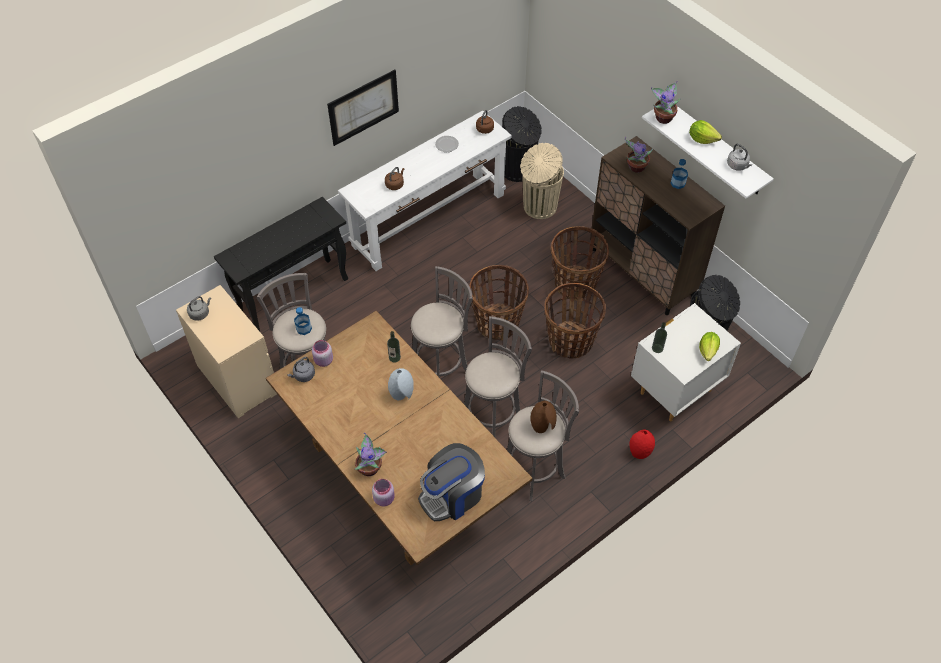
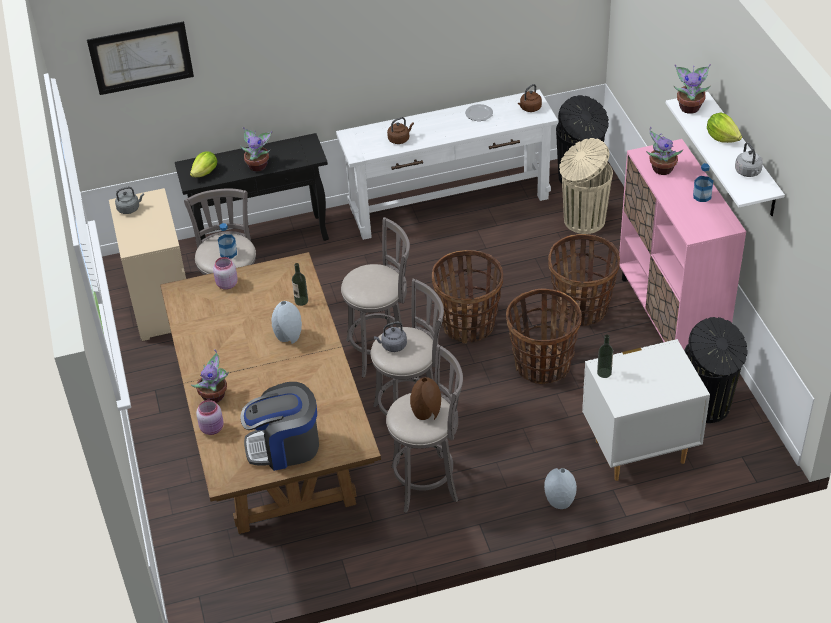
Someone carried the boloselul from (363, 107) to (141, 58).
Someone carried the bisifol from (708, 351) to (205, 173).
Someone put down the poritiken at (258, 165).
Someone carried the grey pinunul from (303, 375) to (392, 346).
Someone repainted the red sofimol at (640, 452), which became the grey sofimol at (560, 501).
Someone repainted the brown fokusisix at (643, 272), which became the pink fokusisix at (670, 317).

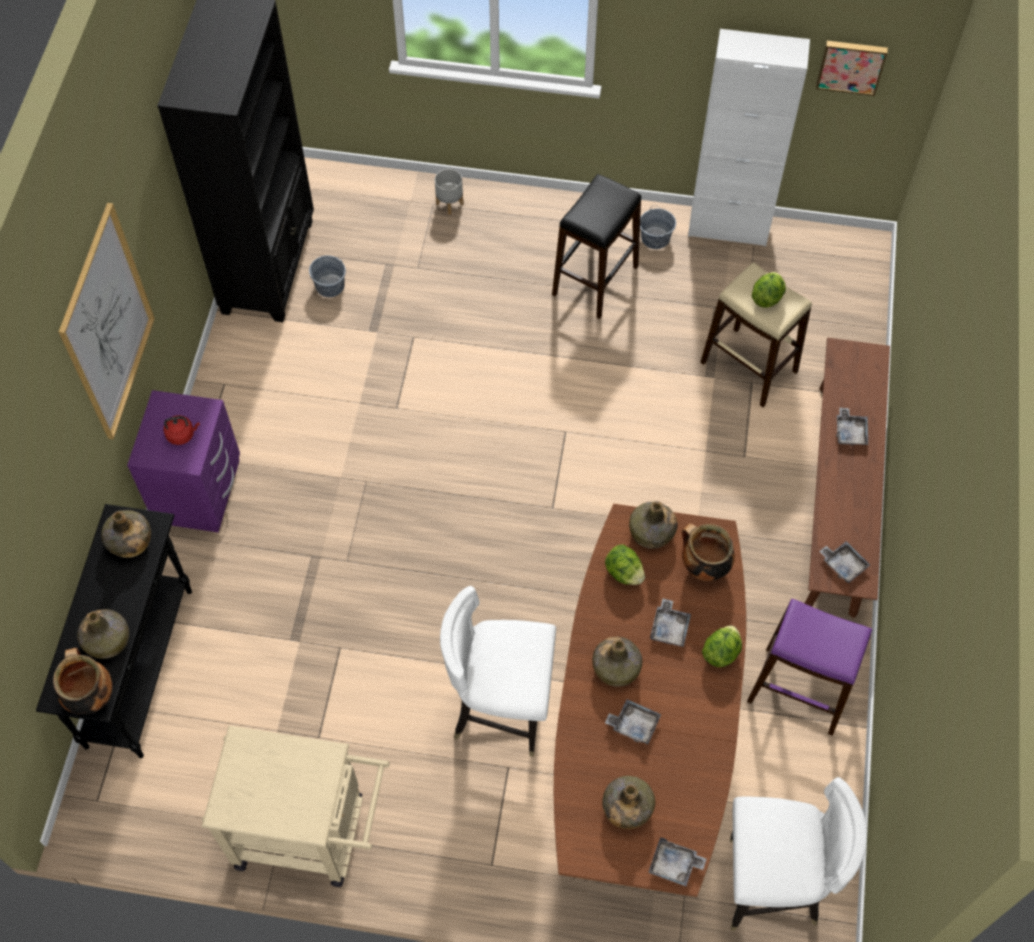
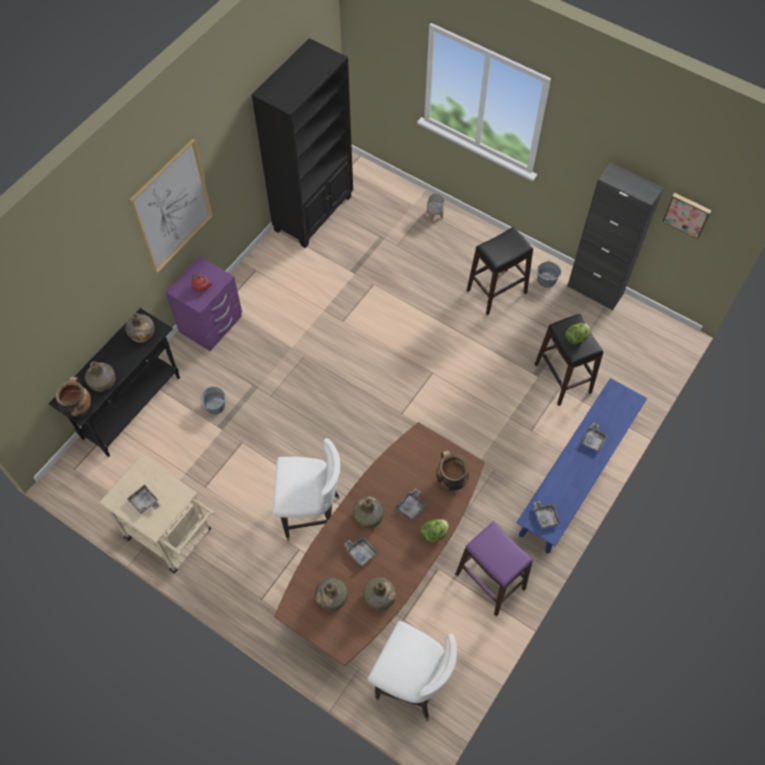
Someone carried the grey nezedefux from (674, 865) to (145, 502).
Someone carried the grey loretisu from (330, 286) to (215, 406).
Someone rotated the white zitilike at (501, 710) by 150 degrees clockwise.
Someone carried the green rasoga from (652, 533) to (379, 597).
Someone repainted the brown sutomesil at (837, 497), which became the blue sutomesil at (575, 478).
Someone repainted the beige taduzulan at (749, 367), which became the black taduzulan at (563, 379).
Someone repainted the white fokusisix at (728, 227), which became the black fokusisix at (595, 290).
Someone took away the bisifol at (624, 573).

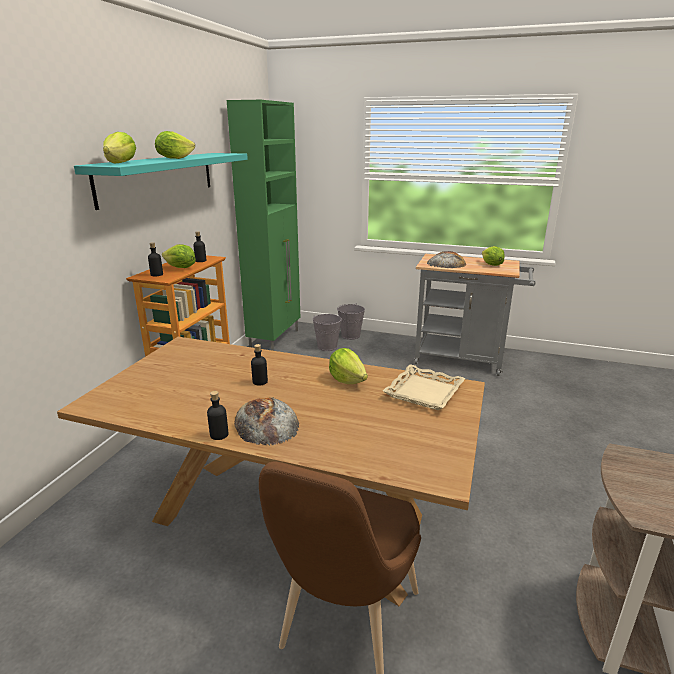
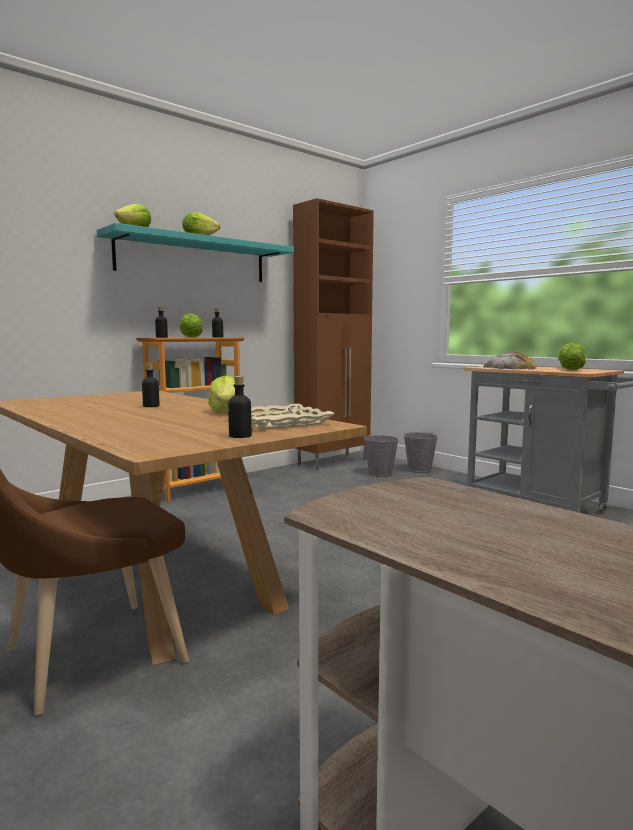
Someone carried the black rasoga from (219, 435) to (240, 436).
Someone repainted the green fokusisix at (275, 339), which became the brown fokusisix at (334, 462).
Someone took away the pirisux at (266, 423).

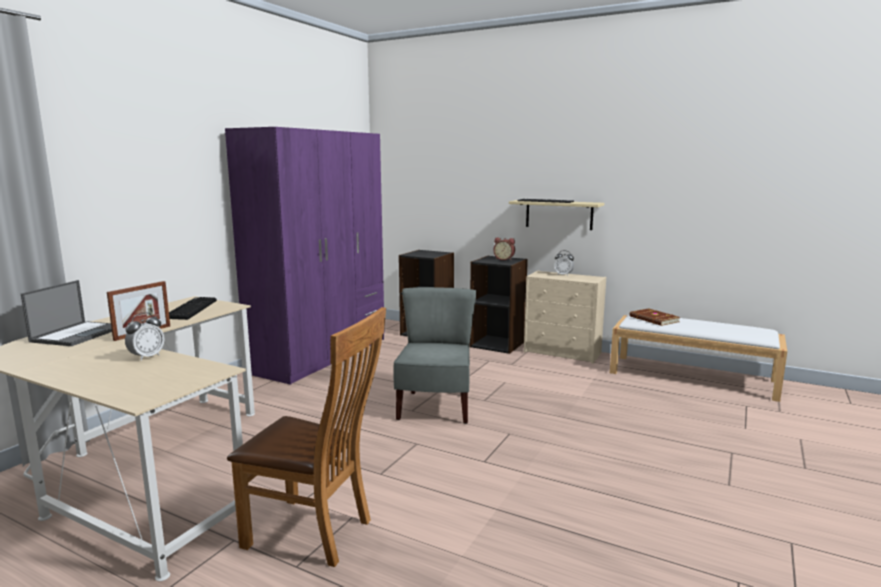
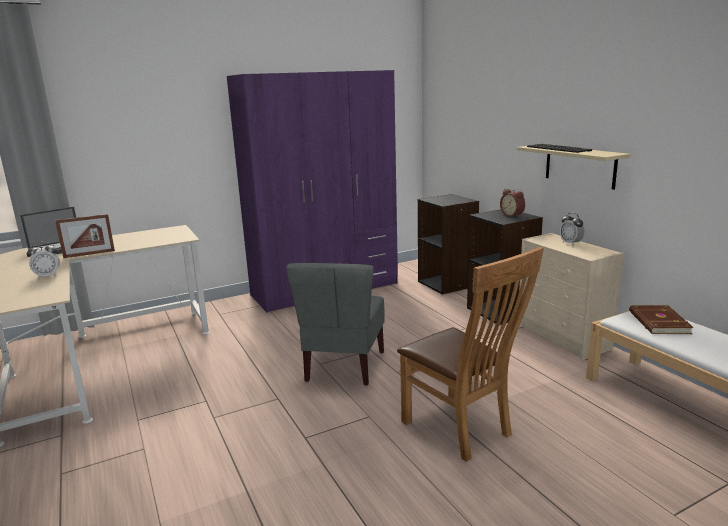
Someone rotated the grey zitilike at (435, 407) by 150 degrees clockwise.
Someone carried the brown zitilike from (315, 533) to (461, 430).
Someone took away the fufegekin at (190, 309).

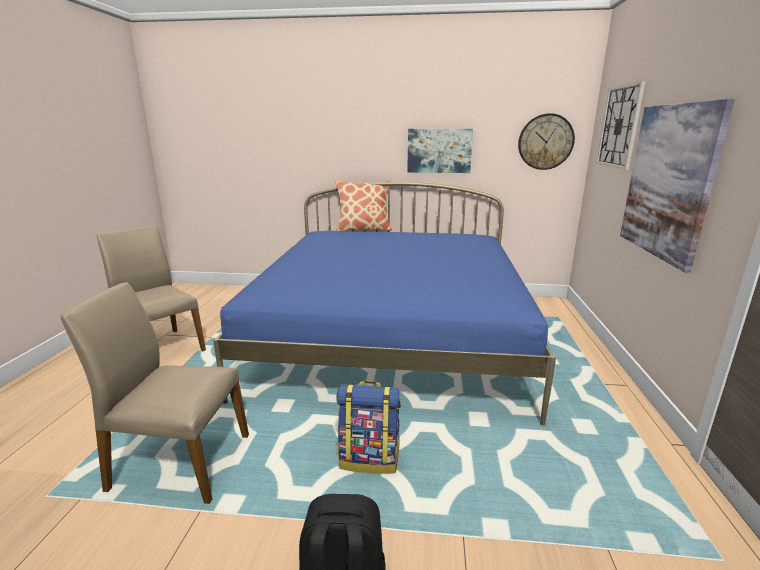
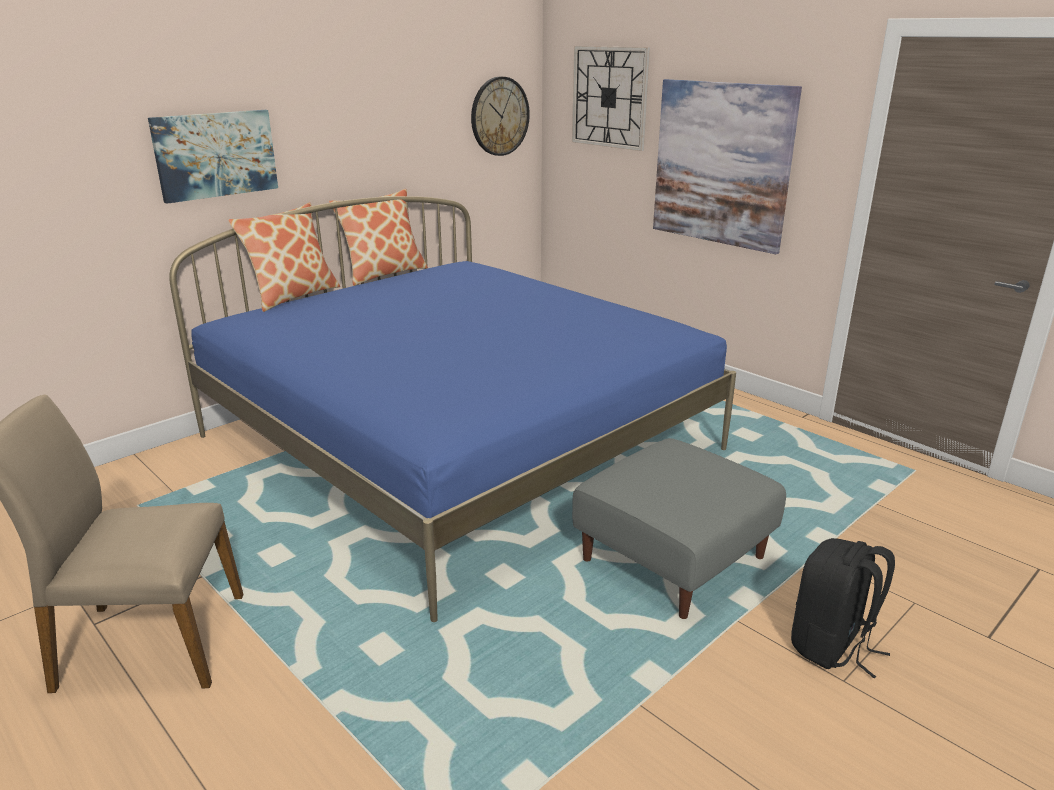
Someone carried the boloselul from (439, 150) to (215, 154).
Someone put down the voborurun at (383, 274).
Someone swapped the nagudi at (370, 459) for the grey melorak at (672, 558).
Someone took away the beige zitilike at (179, 463).

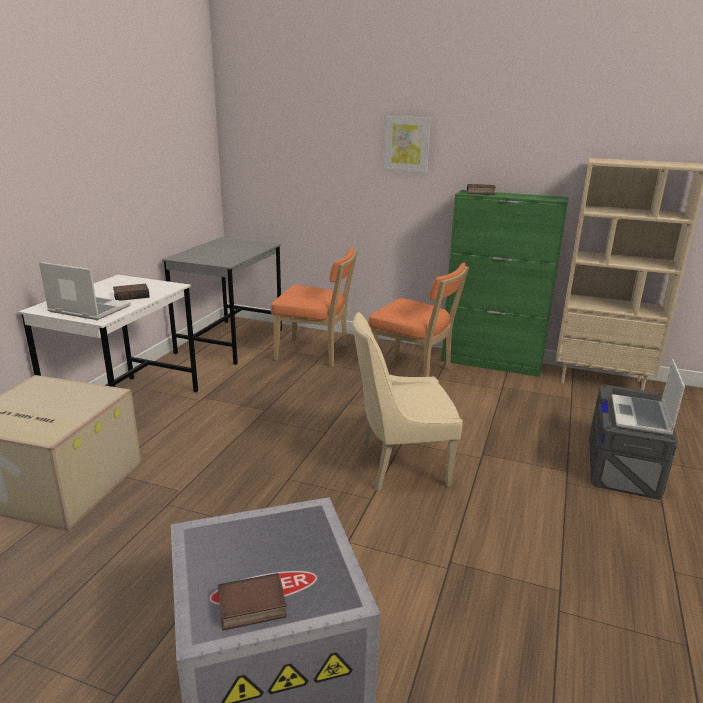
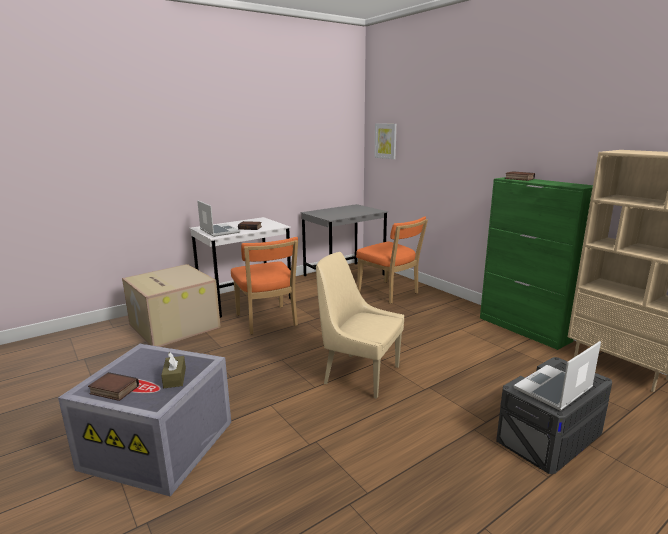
Someone put down the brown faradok at (174, 378).
Someone carried the orange zitilike from (413, 373) to (267, 321).
Someone carried the boloselul from (407, 144) to (386, 141).

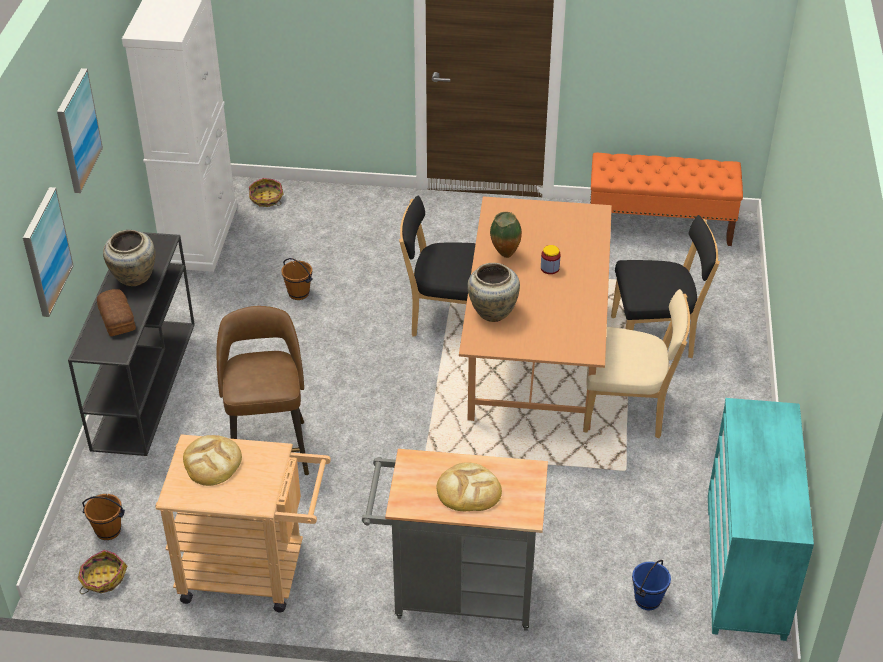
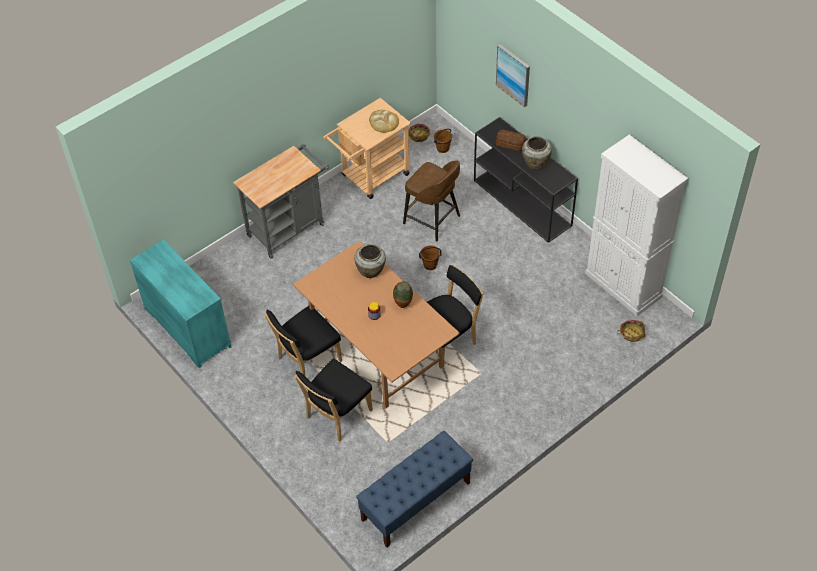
Someone repainted the beige zitilike at (628, 411), which became the black zitilike at (307, 361).
Someone repainted the orange sutomesil at (660, 225), which became the blue sutomesil at (415, 501).
Someone carried the brown loretisu from (298, 293) to (430, 265).
Someone took away the boloselul at (77, 130).
Someone took away the pirisux at (468, 490).
Someone took away the blue loretisu at (648, 600).

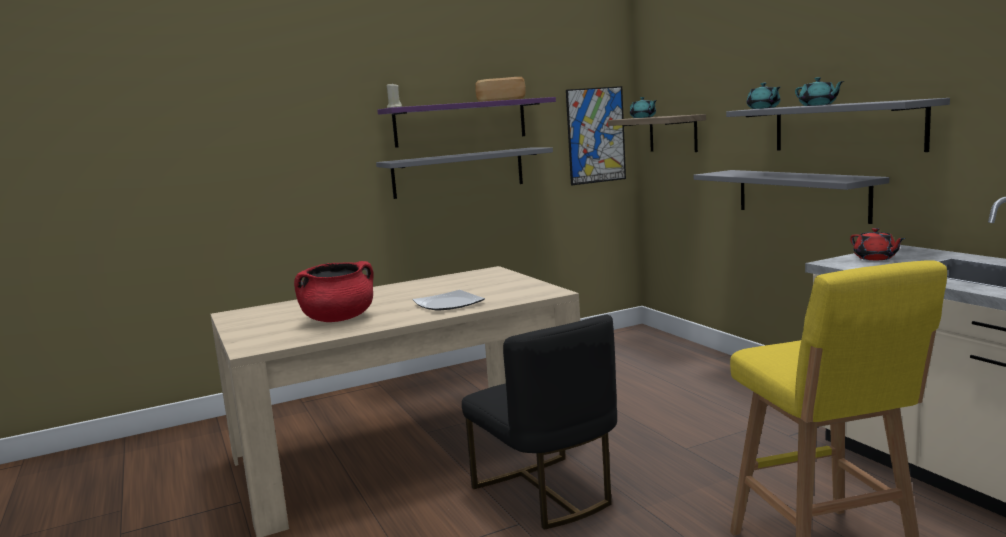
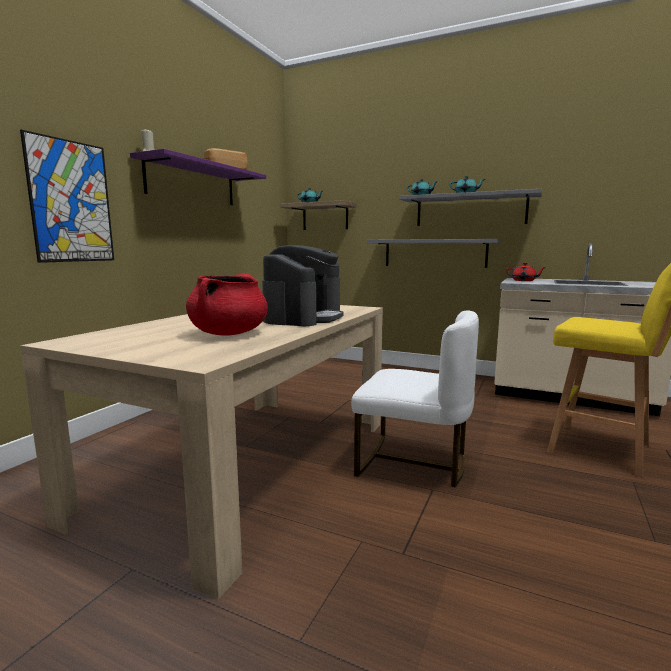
Someone carried the boloselul from (596, 135) to (71, 202).
Someone swapped the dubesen at (449, 303) for the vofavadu at (303, 318).
Someone repainted the black zitilike at (546, 493), which became the white zitilike at (413, 463).
Someone took away the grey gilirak at (458, 172).

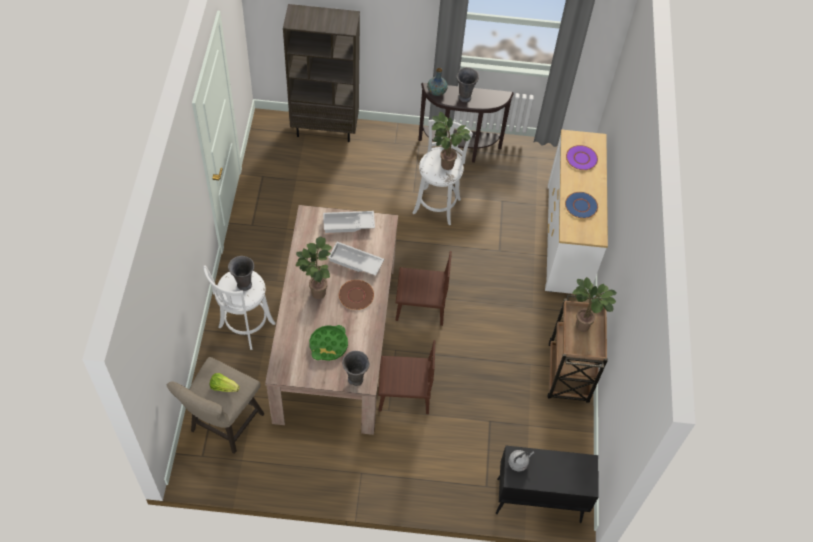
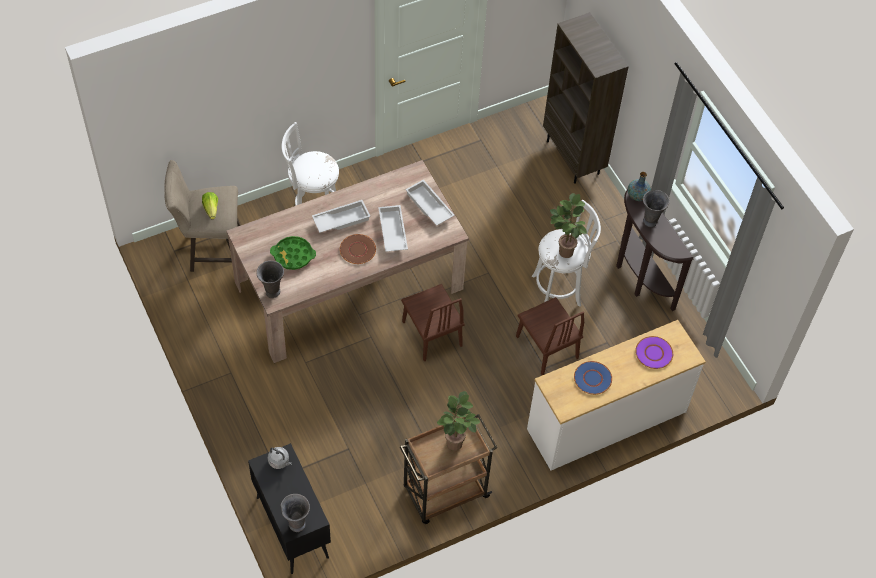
Someone carried the grey sofimol from (243, 285) to (296, 523).
Someone swapped the poritiken at (316, 291) for the white nezedefux at (341, 219).
Someone carried the brown zitilike from (404, 394) to (546, 347).

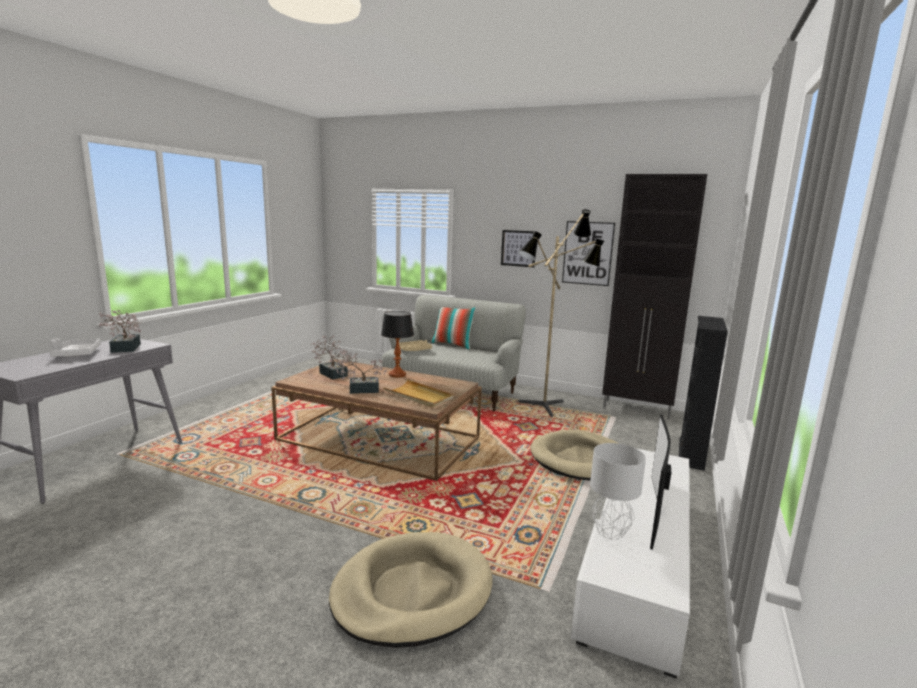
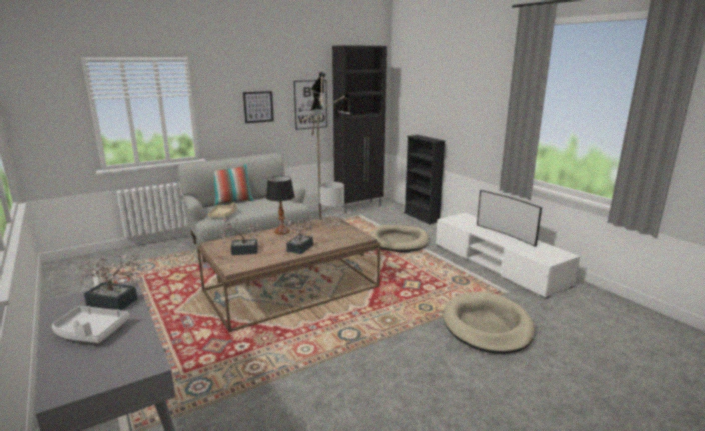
Someone carried the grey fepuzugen from (610, 531) to (332, 225).
Someone took away the beige nezedefux at (418, 396).

